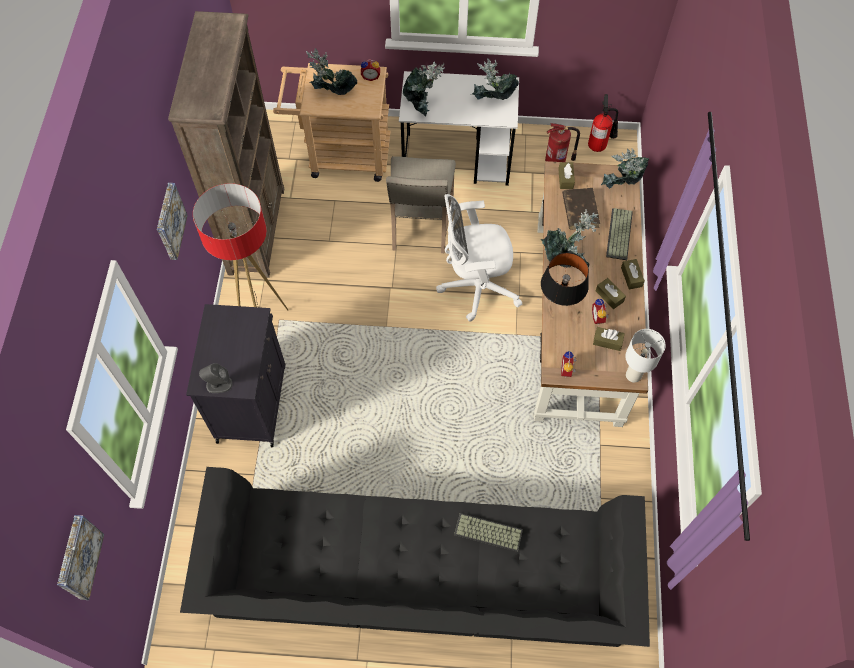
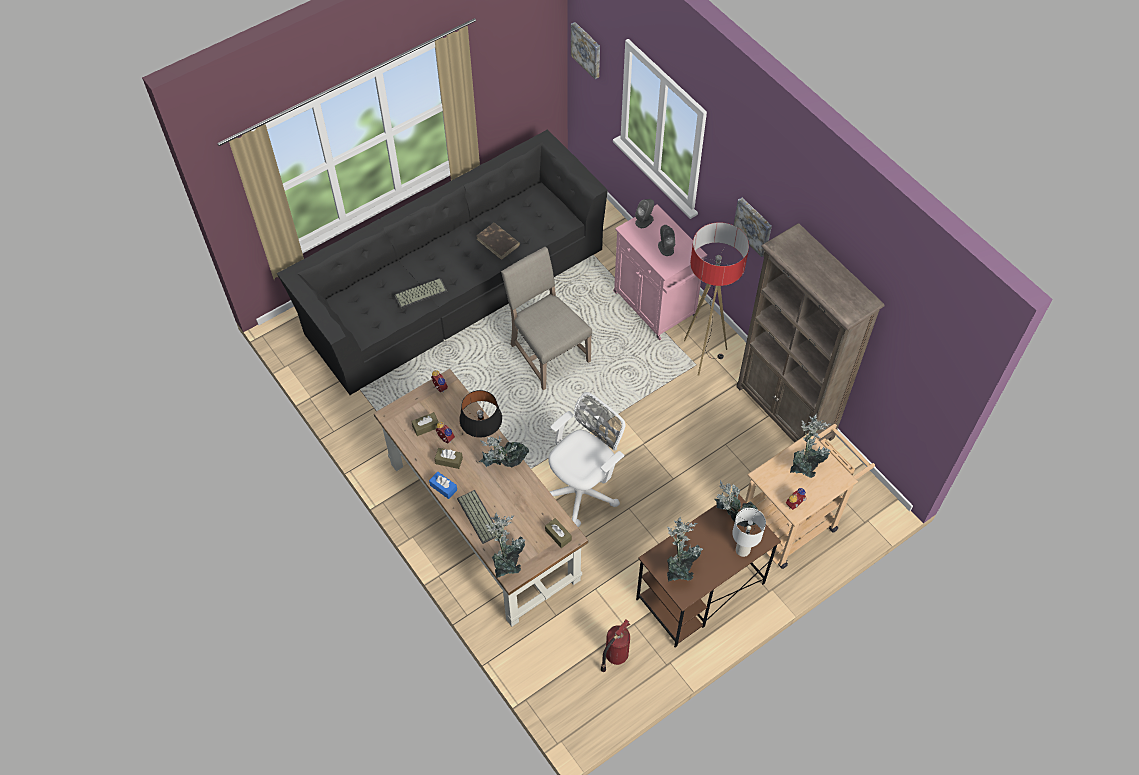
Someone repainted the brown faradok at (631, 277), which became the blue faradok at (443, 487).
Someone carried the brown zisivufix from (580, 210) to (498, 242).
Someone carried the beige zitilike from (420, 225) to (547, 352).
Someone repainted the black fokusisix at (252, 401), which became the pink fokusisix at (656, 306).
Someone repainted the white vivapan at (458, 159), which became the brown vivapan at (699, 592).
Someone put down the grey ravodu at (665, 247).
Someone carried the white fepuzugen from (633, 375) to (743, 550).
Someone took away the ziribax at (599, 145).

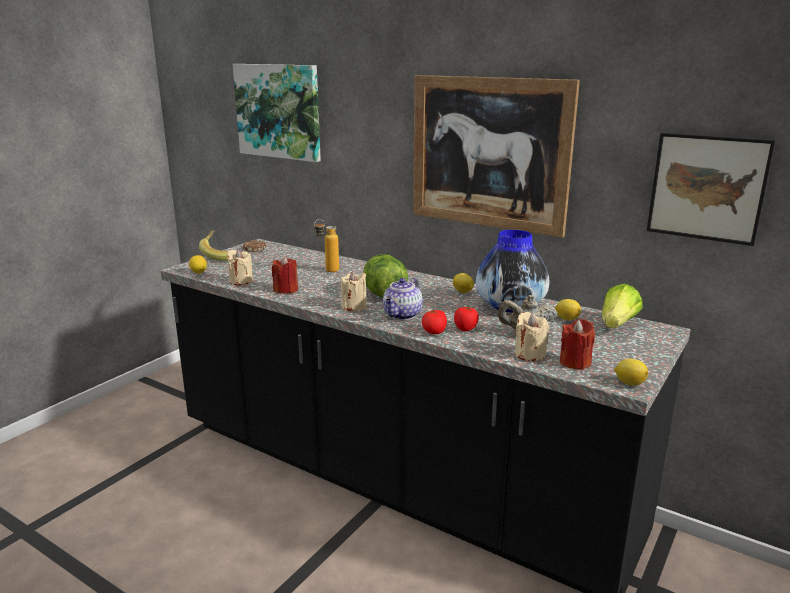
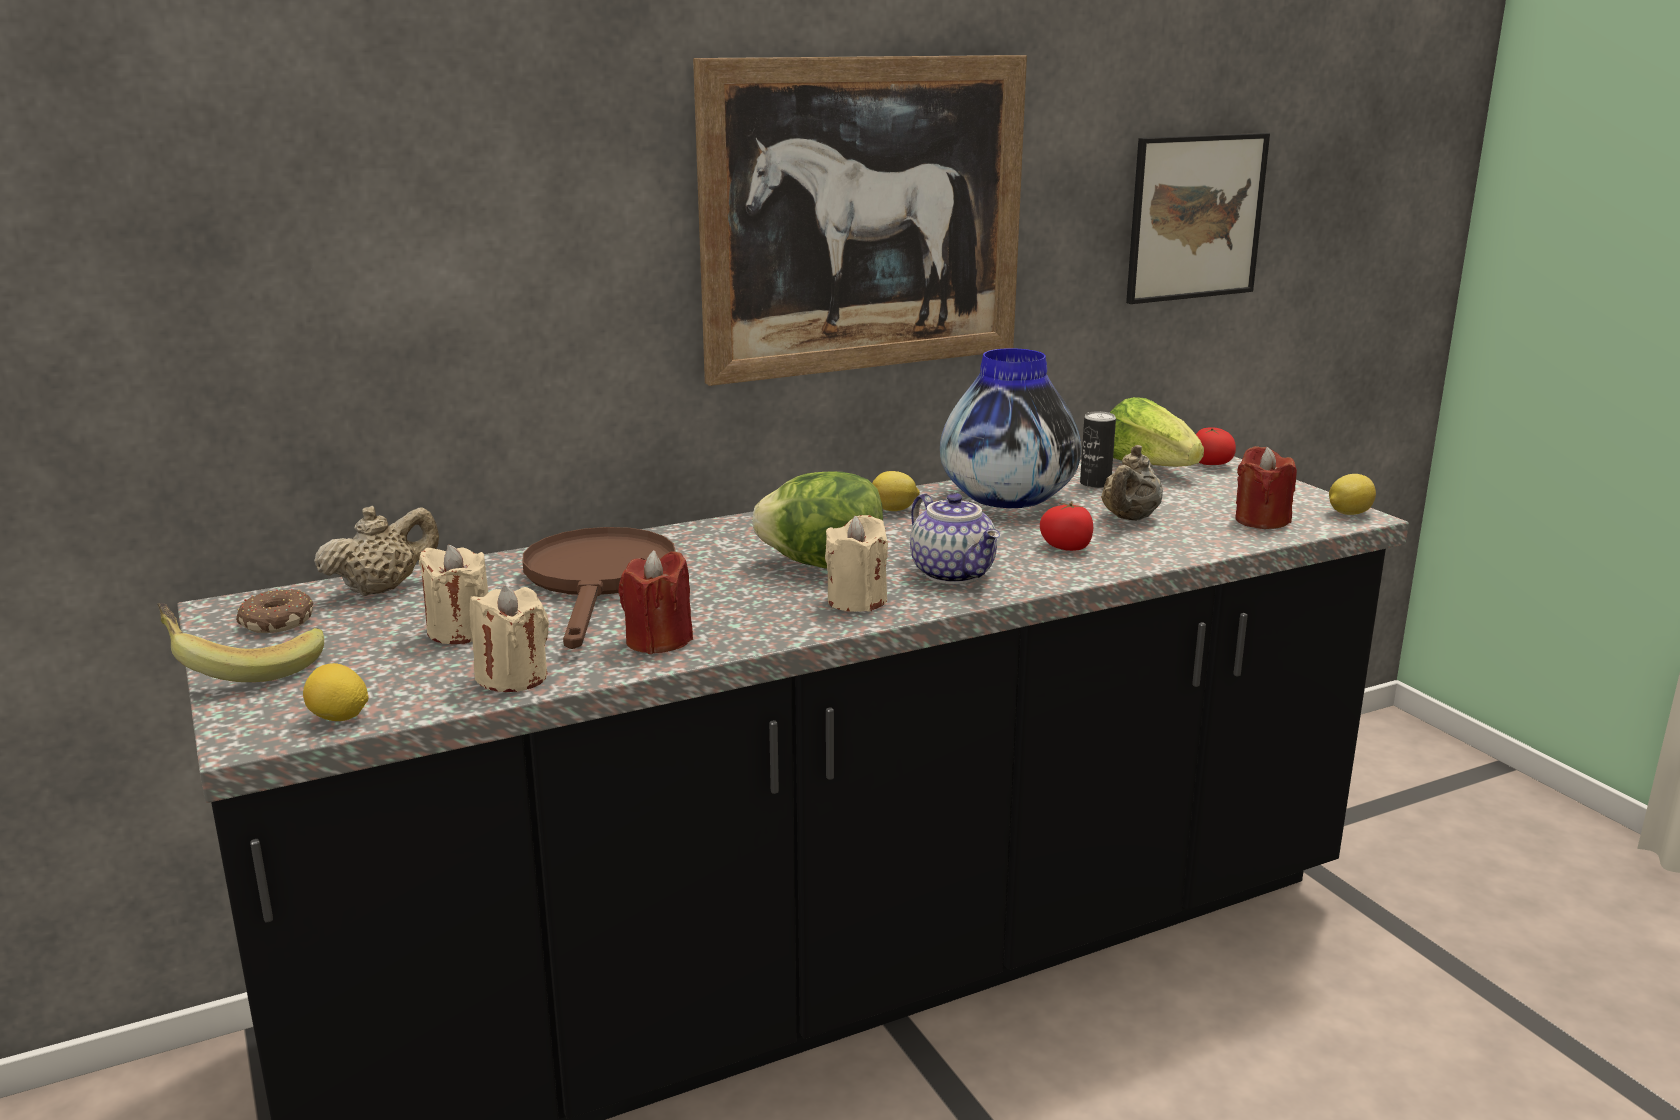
Someone put down the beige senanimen at (382, 589).
Someone carried the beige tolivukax from (529, 354) to (460, 631).
Someone swapped the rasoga at (327, 271) for the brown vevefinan at (599, 581).
Someone swapped the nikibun at (566, 319) for the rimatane at (1095, 484).
Someone carried the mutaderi from (434, 332) to (1211, 464).
Someone took away the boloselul at (279, 111).

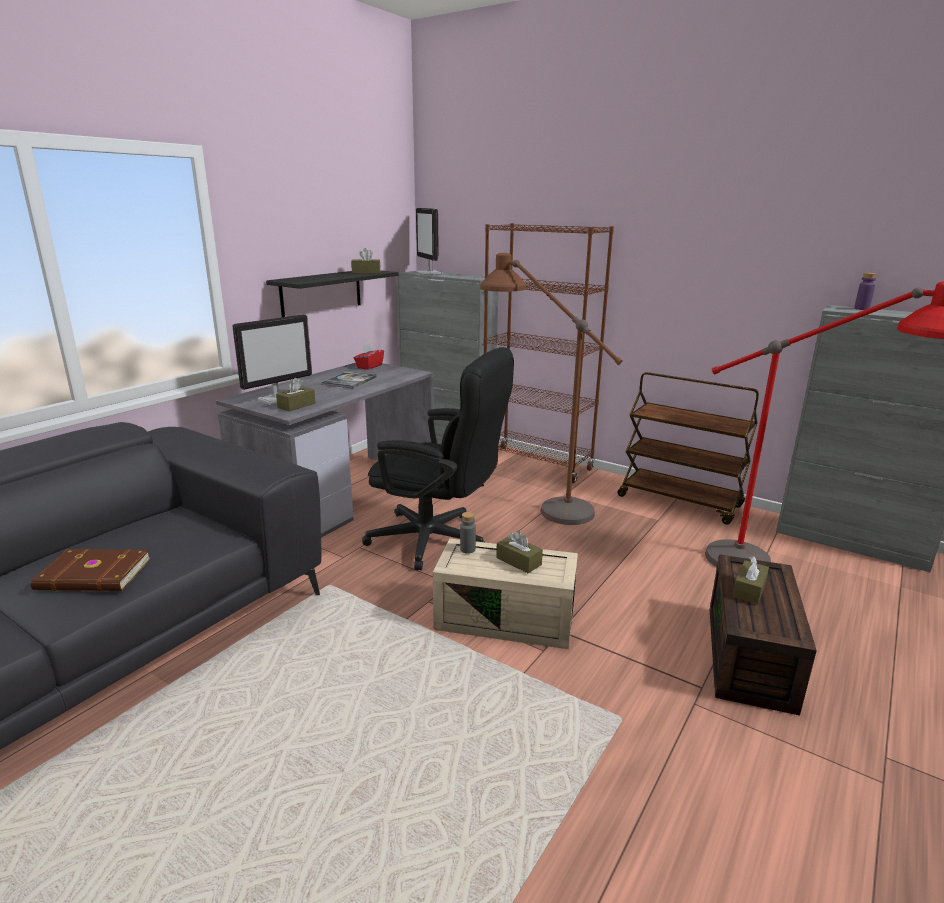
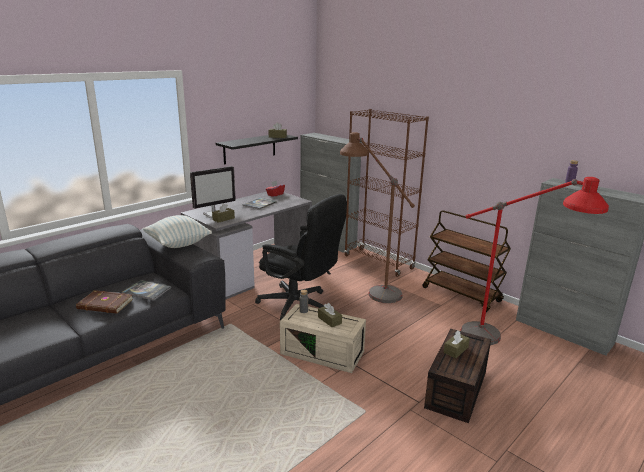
Someone put down the zisivufix at (147, 291).
Someone put down the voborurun at (178, 244).
Someone took away the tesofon at (429, 273).

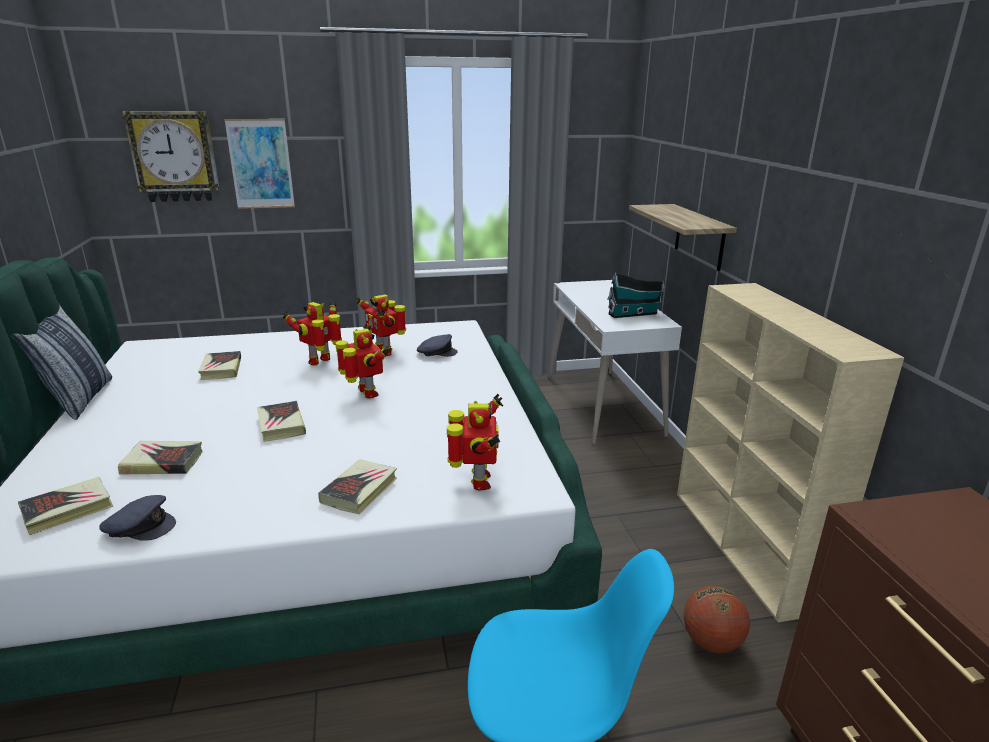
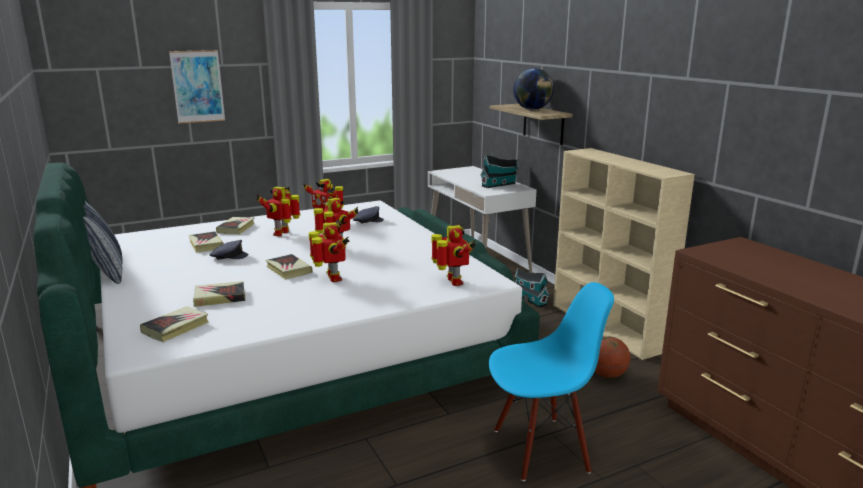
Someone carried the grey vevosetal from (140, 526) to (228, 256).
Someone carried the zisivufix from (359, 490) to (236, 228).
Someone put down the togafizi at (332, 278).
Someone put down the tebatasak at (532, 109).
Someone put down the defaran at (529, 299).
Someone took away the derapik at (174, 156).

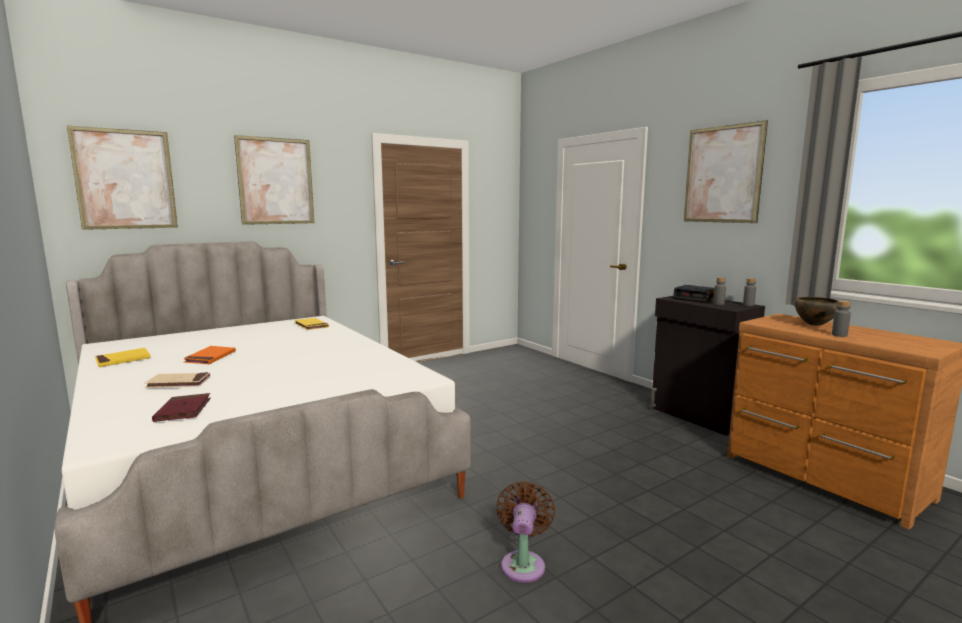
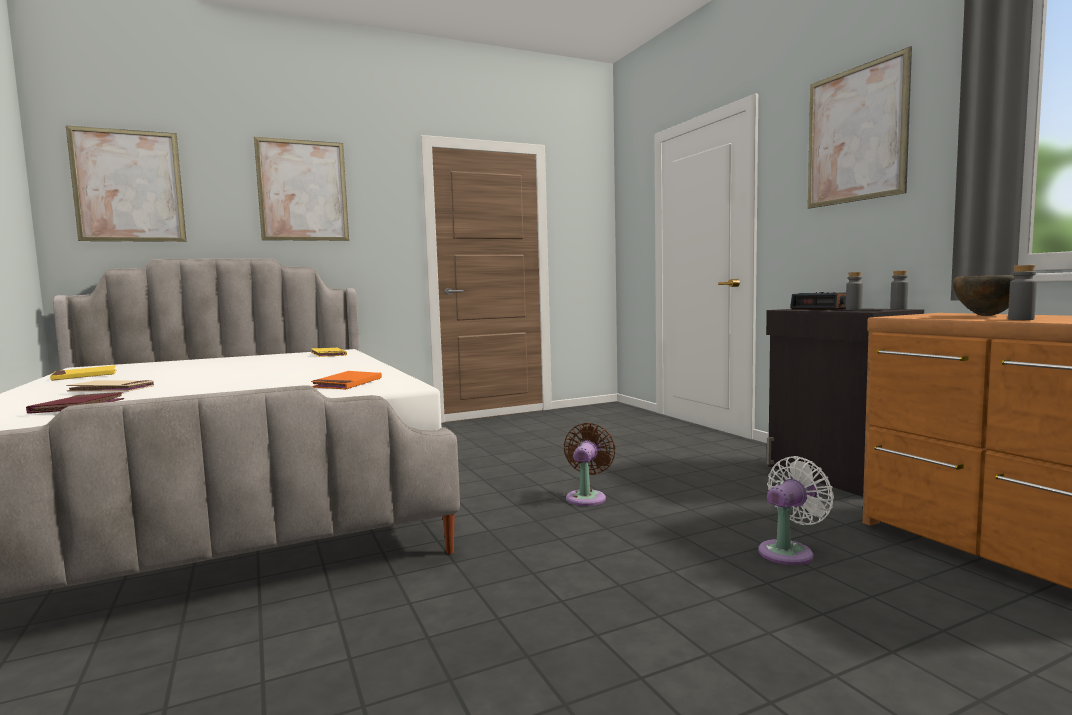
Someone carried the orange zisivufix from (210, 357) to (347, 384).
Someone carried the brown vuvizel from (523, 563) to (587, 497).
Someone put down the white vuvizel at (789, 552).

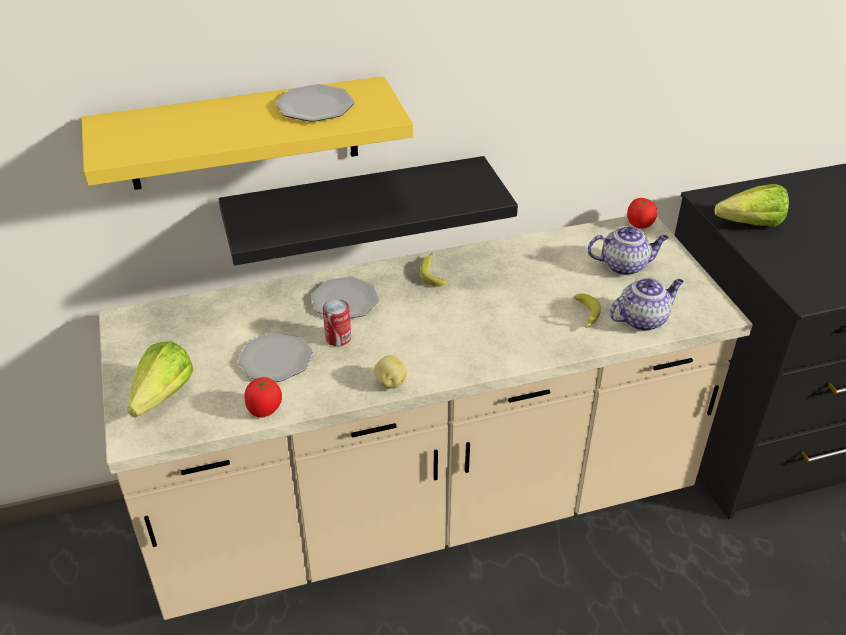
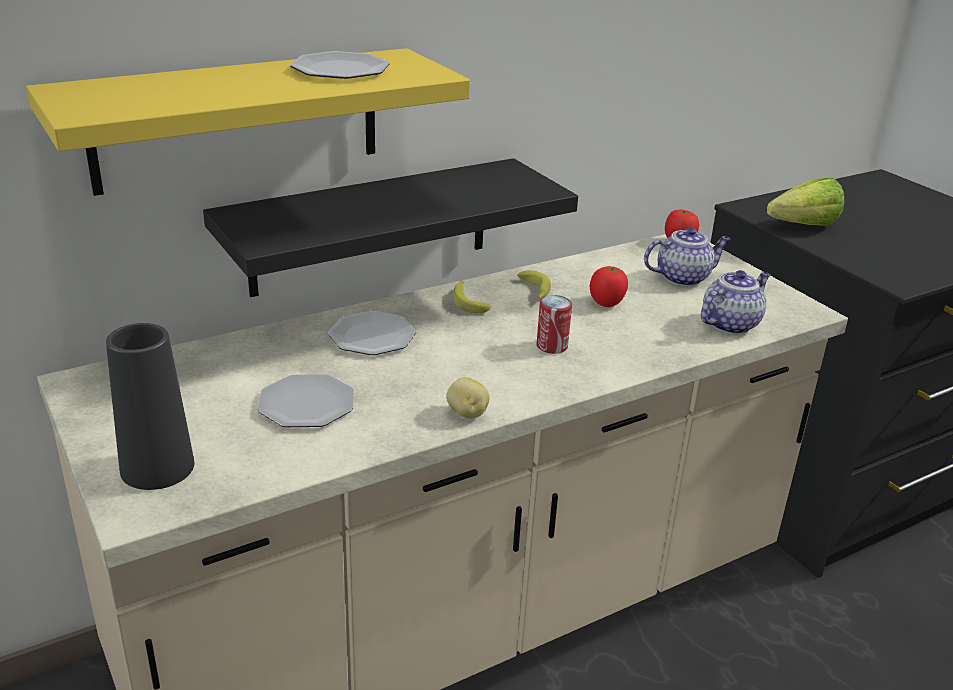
Someone swapped the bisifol at (158, 401) for the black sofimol at (157, 467).
Someone carried the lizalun from (585, 316) to (535, 291).
Someone carried the rimatane from (338, 338) to (552, 346).
Someone carried the mutaderi from (264, 410) to (606, 303).

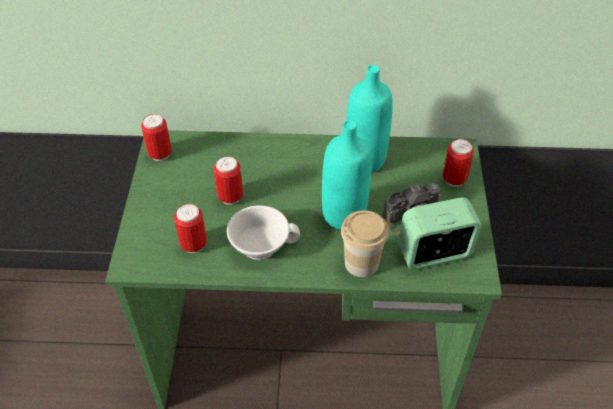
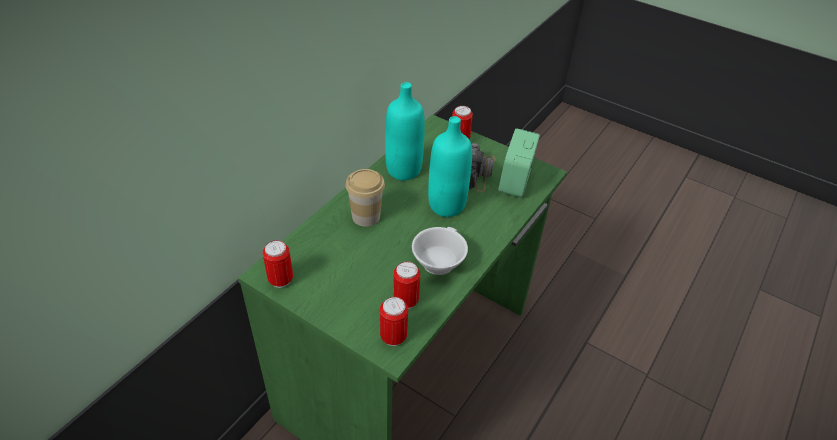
Someone carried the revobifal from (361, 263) to (366, 216).
Someone carried the rimatane from (230, 197) to (393, 337).

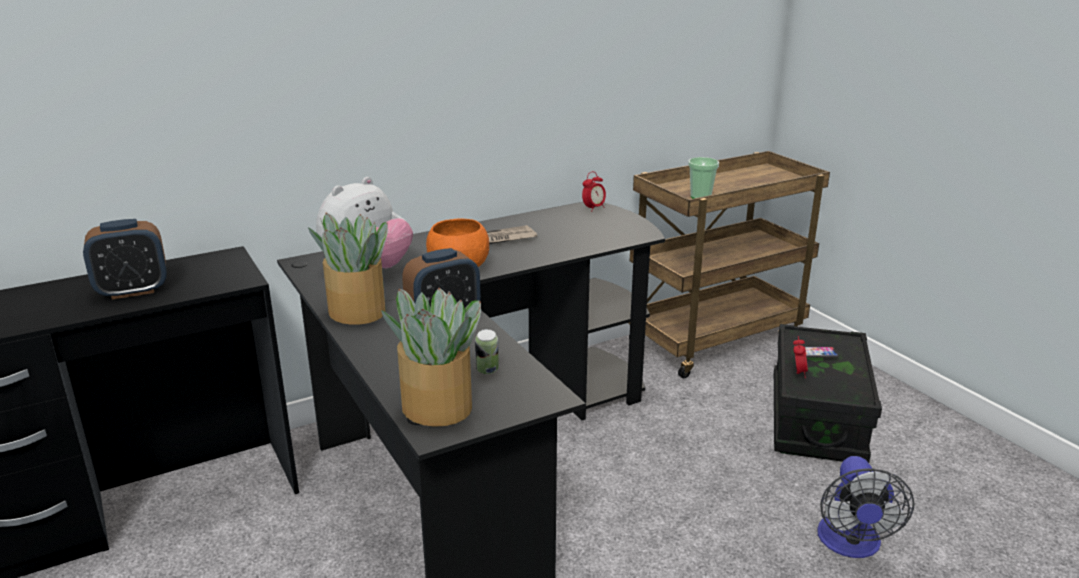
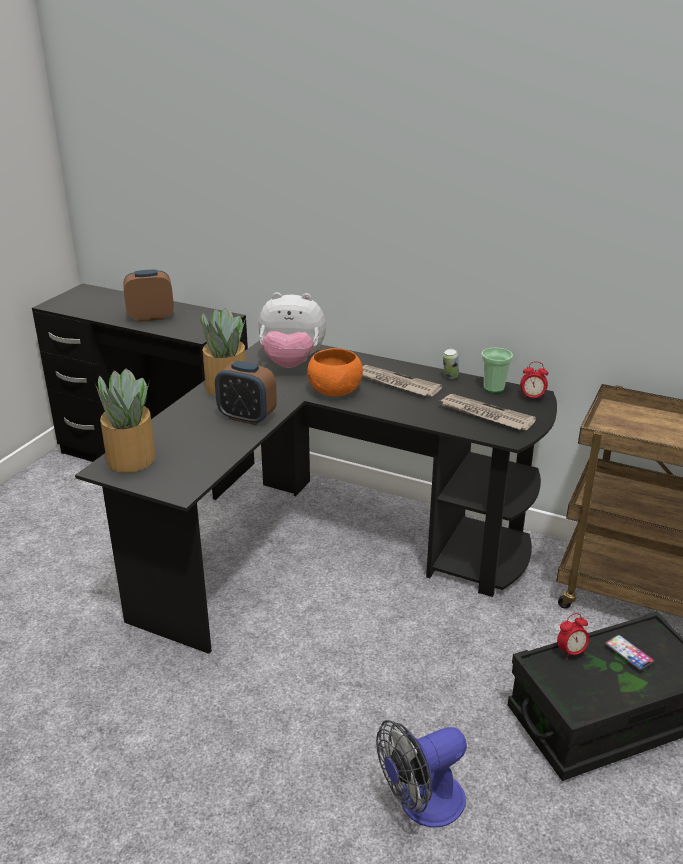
Someone rotated the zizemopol at (133, 291) by 135 degrees clockwise.
Someone put down the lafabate at (485, 415).
Someone carried the rimatane from (487, 371) to (450, 377).
Someone carried the revobifal from (700, 197) to (493, 388).

